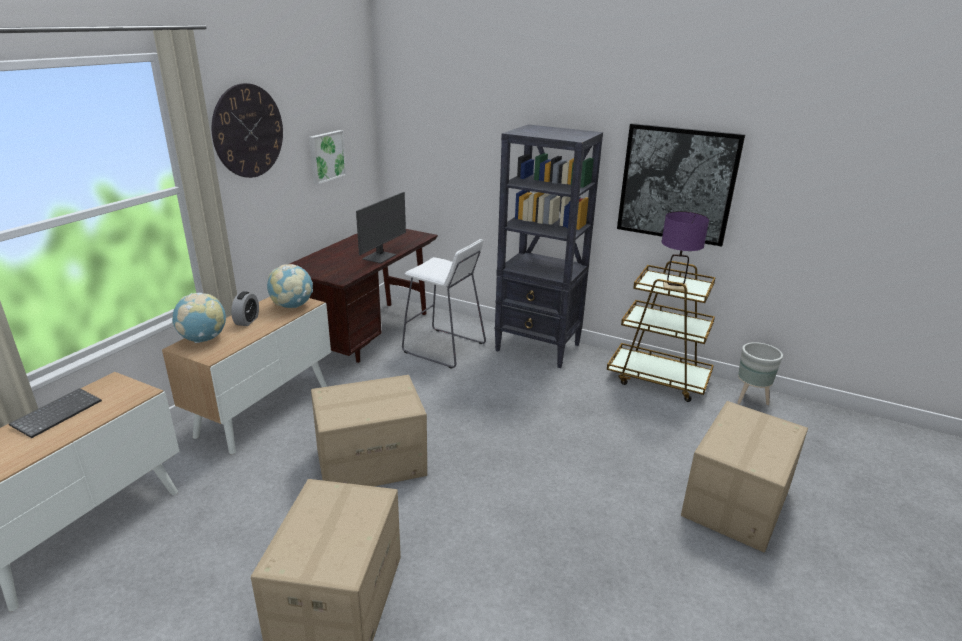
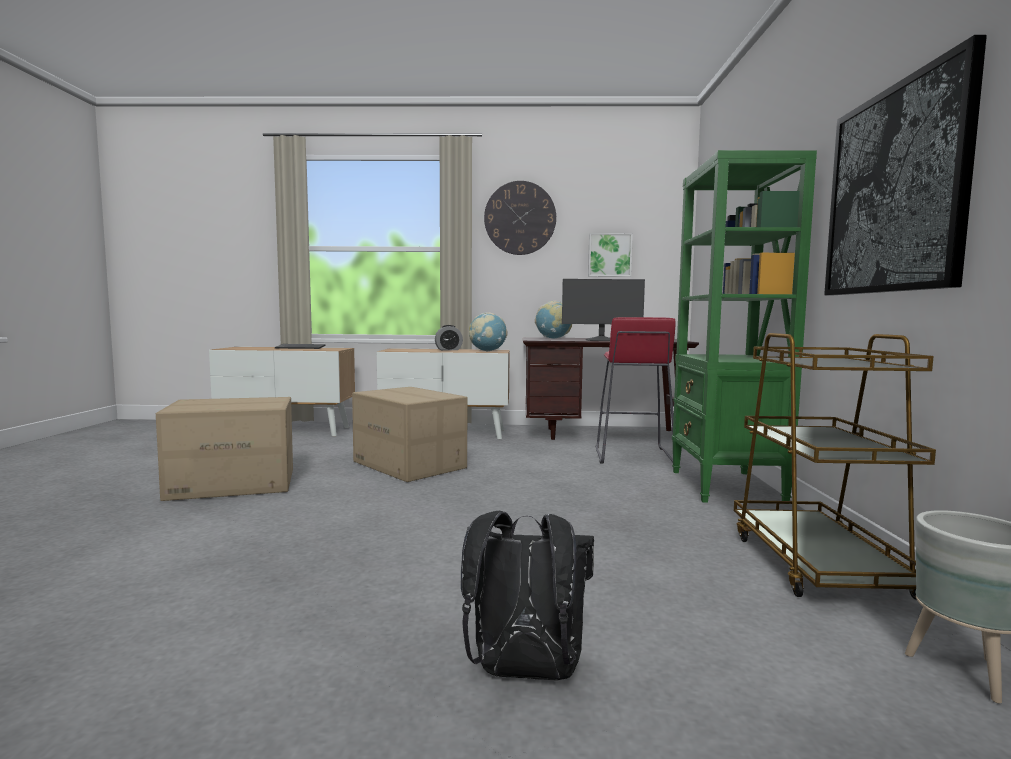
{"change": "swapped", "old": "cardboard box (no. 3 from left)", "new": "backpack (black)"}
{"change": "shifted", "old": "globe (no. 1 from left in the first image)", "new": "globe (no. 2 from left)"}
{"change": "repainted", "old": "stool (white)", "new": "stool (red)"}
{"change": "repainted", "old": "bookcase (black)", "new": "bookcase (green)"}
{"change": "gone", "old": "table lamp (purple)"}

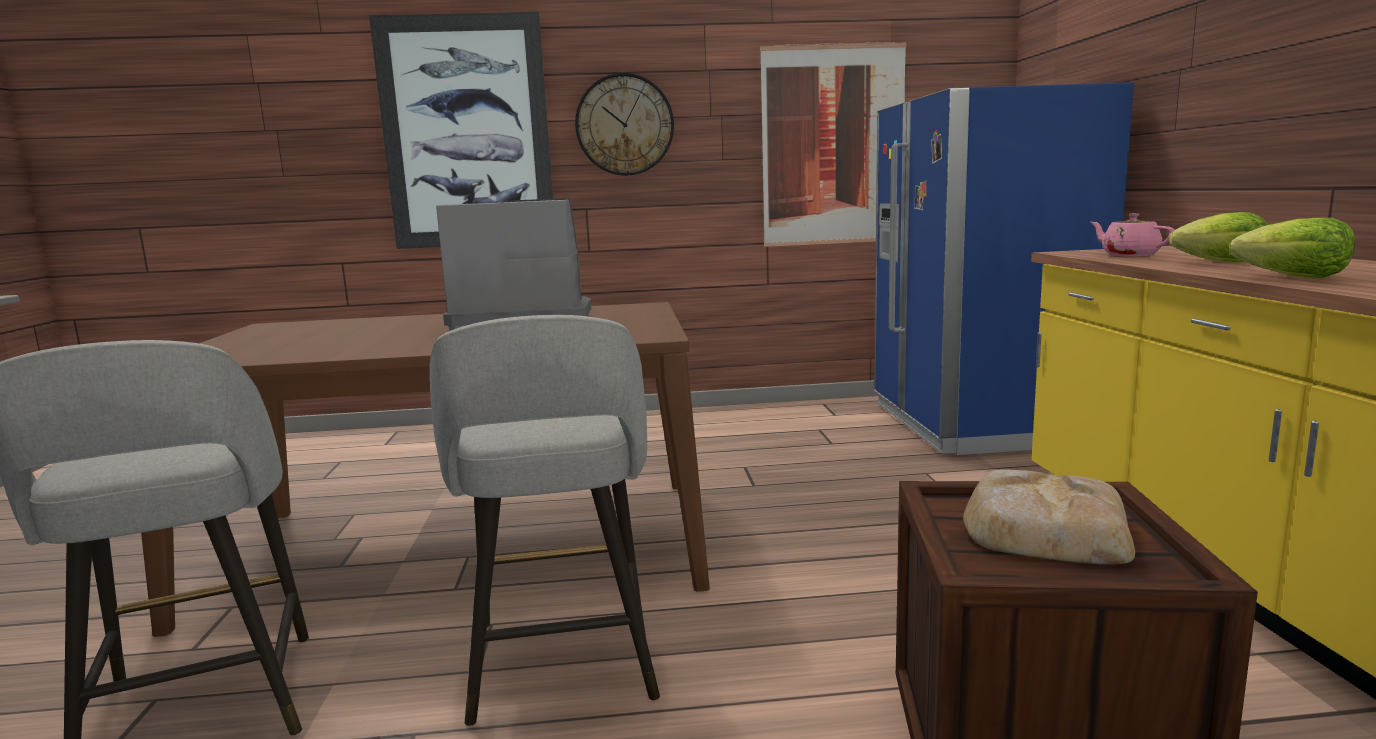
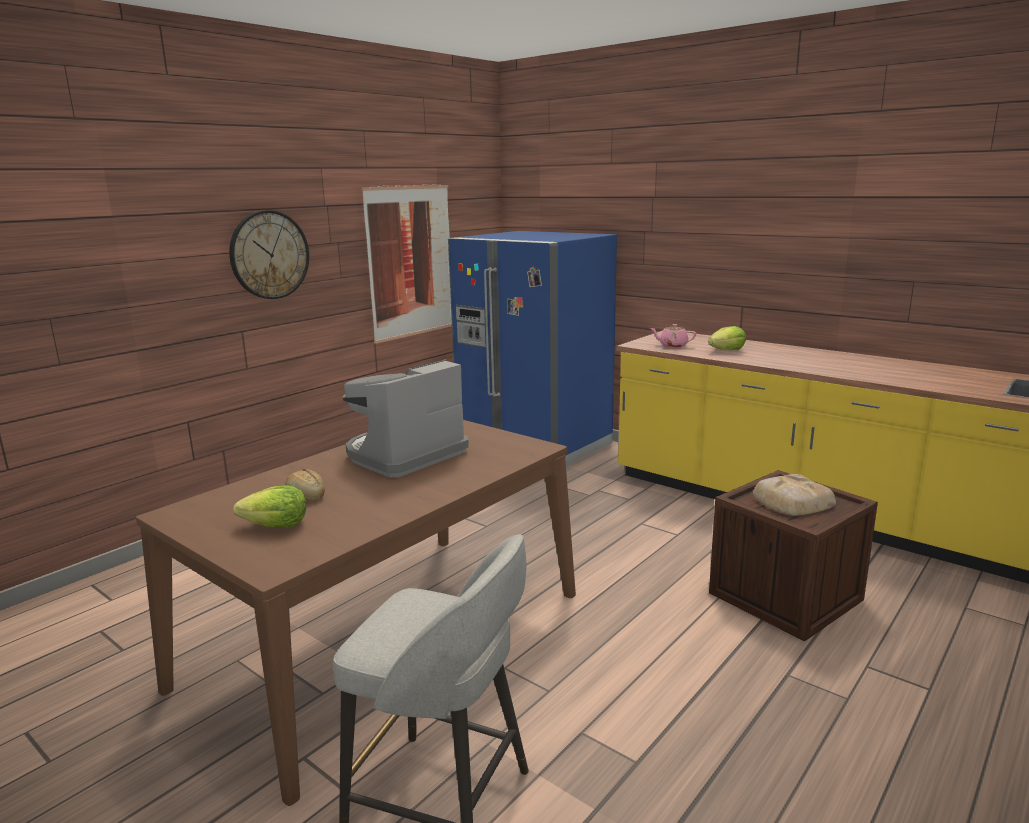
{"change": "shifted", "old": "lettuce (no. 2 from left in the first image)", "new": "lettuce (no. 1 from left)"}
{"change": "new", "new": "bread (no. 1 from left)"}
{"change": "gone", "old": "picture (no. 1 from left)"}
{"change": "gone", "old": "stool (grey) (no. 2 from left)"}

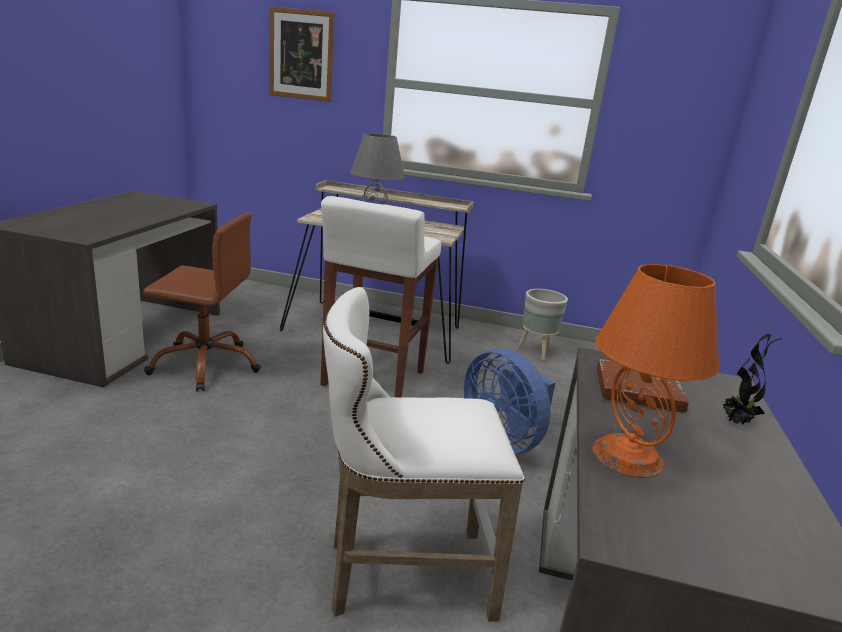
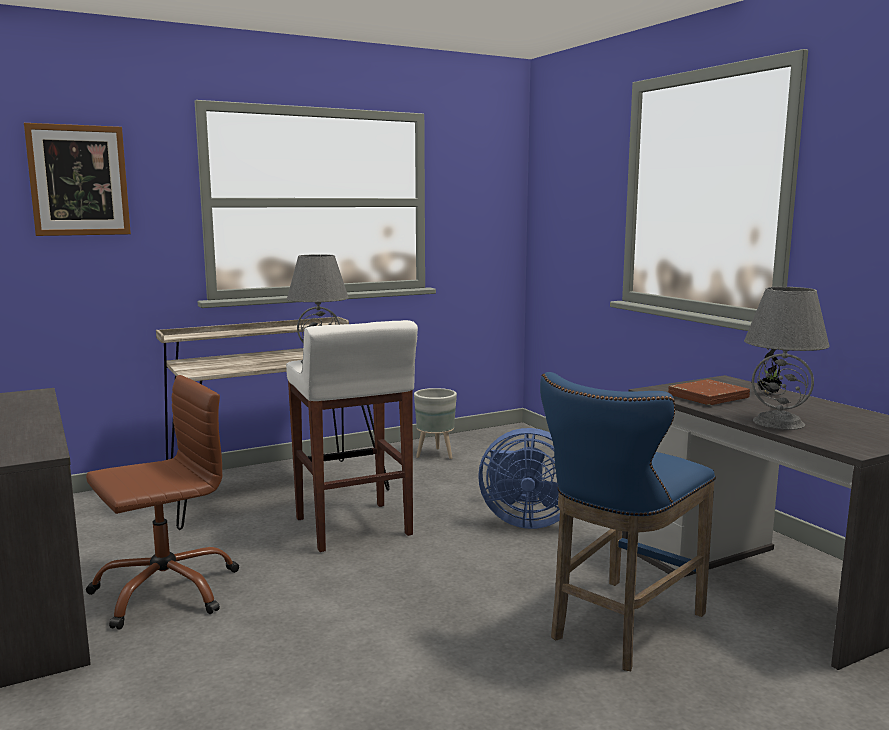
{"change": "repainted", "old": "stool (white) (no. 2 from left)", "new": "stool (blue)"}
{"change": "repainted", "old": "table lamp (orange)", "new": "table lamp (grey) (no. 2 from left)"}

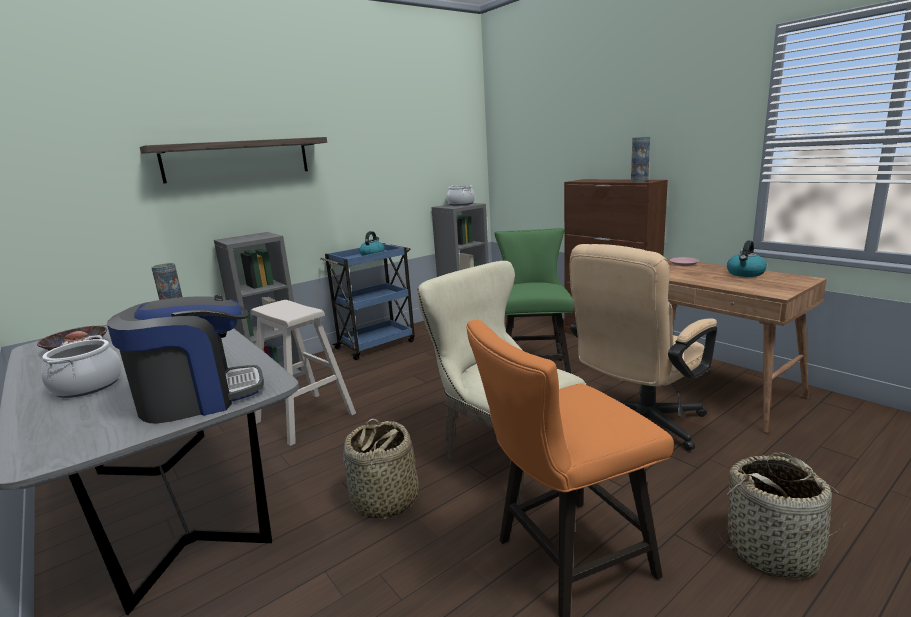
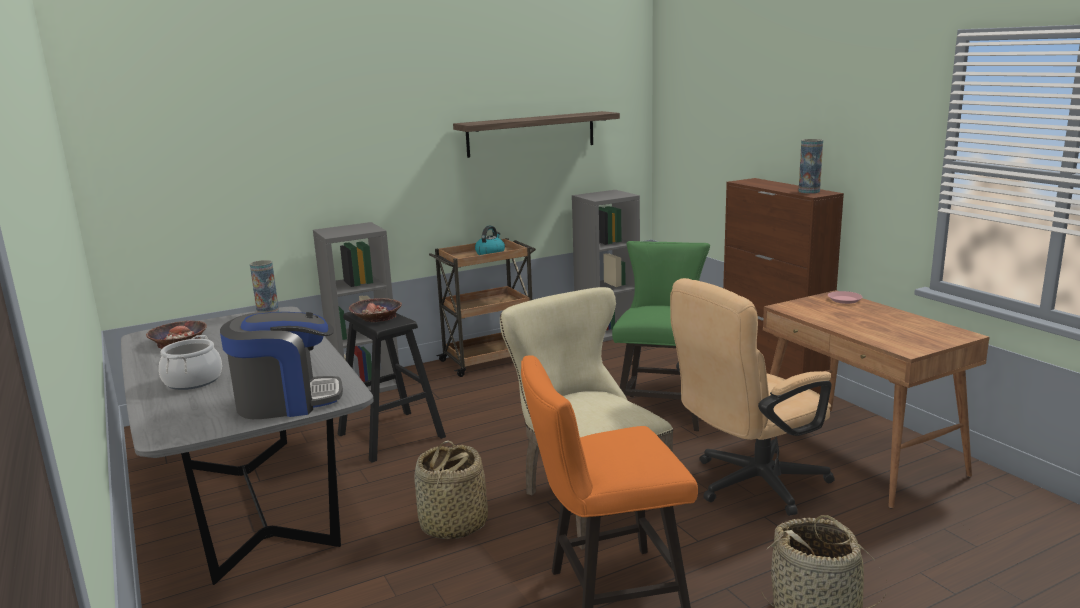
{"change": "repainted", "old": "stool (beige)", "new": "stool (black)"}
{"change": "new", "new": "bowl (no. 2 from left)"}
{"change": "repainted", "old": "cart (blue)", "new": "cart (brown)"}
{"change": "shifted", "old": "shelf"}
{"change": "gone", "old": "cooking pot (no. 2 from left)"}
{"change": "gone", "old": "kettle (no. 2 from left)"}

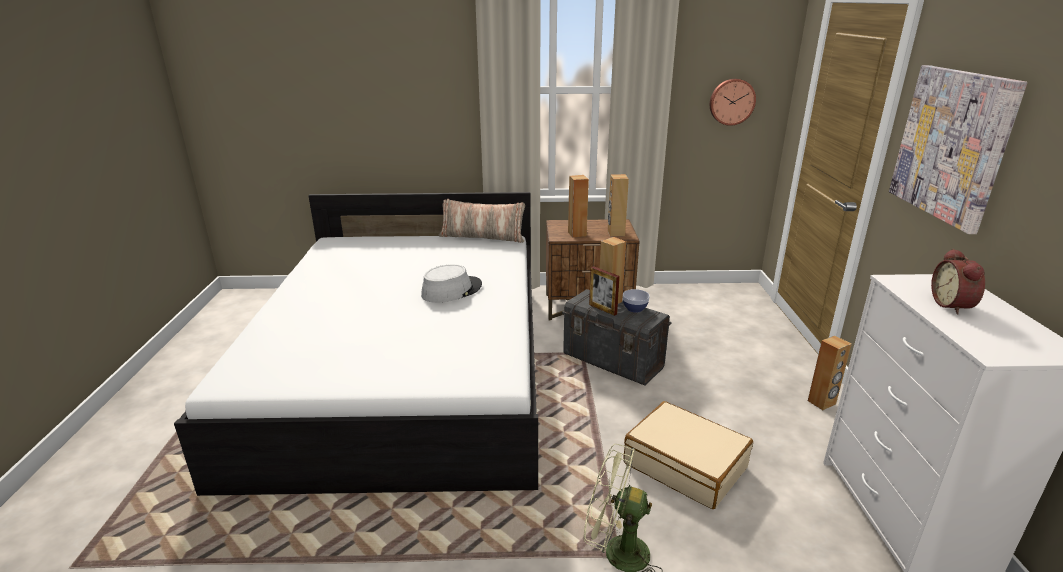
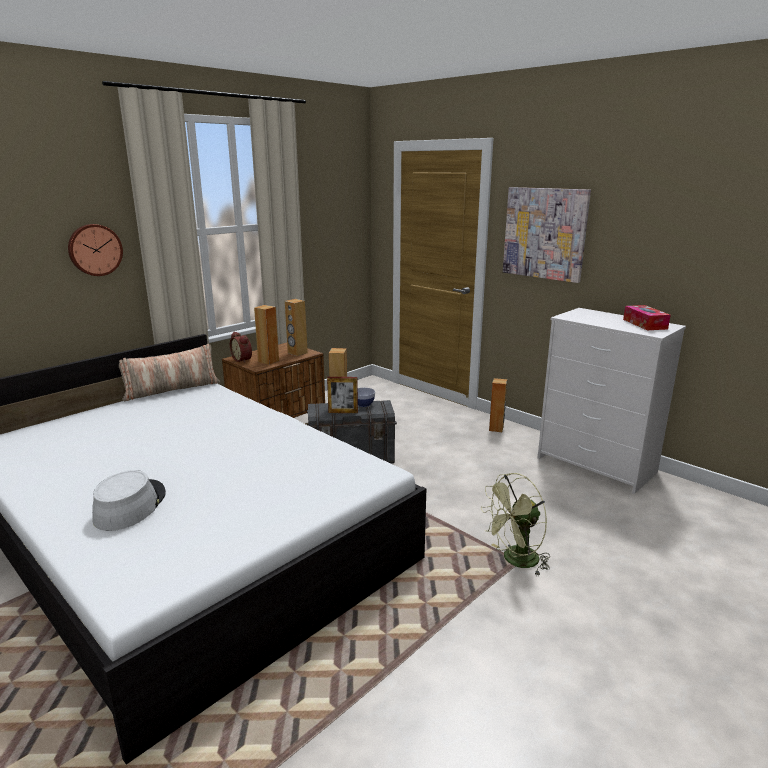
{"change": "shifted", "old": "wall clock"}
{"change": "shifted", "old": "hat (grey)"}
{"change": "shifted", "old": "alarm clock"}
{"change": "new", "new": "tissue box"}
{"change": "gone", "old": "suitcase (beige)"}

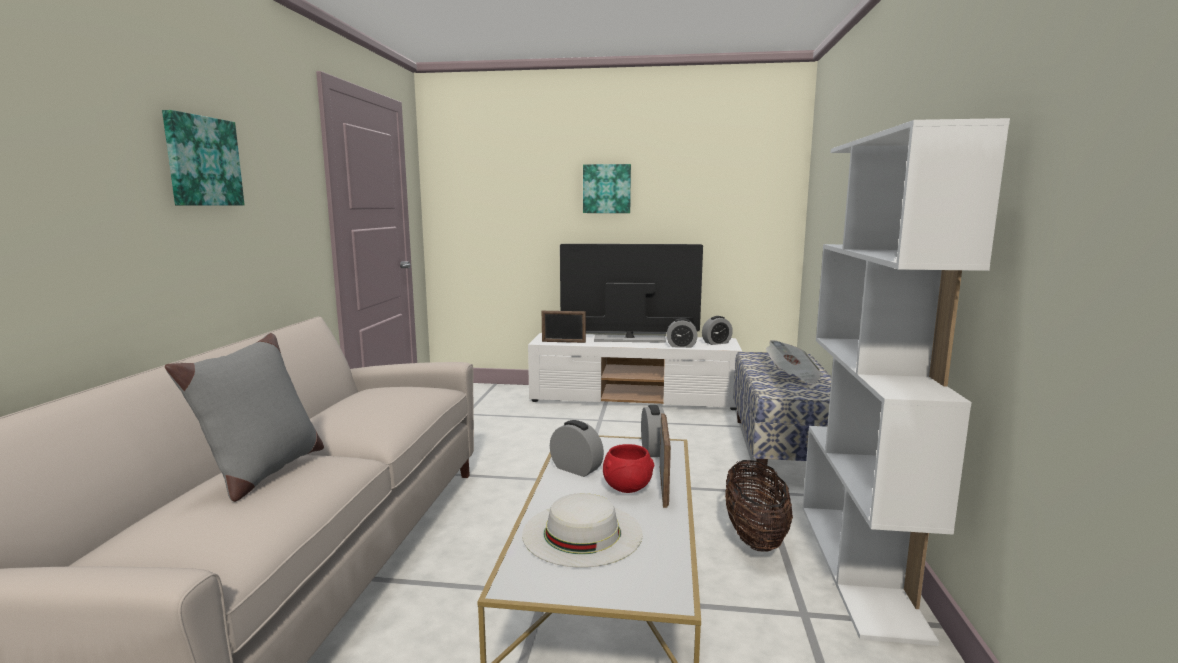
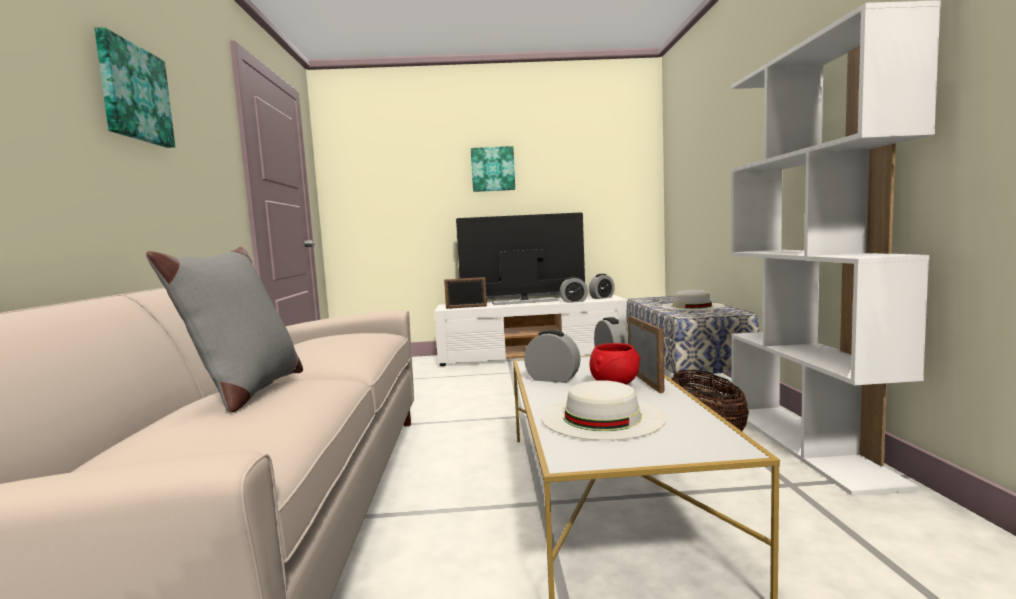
{"change": "swapped", "old": "newspaper", "new": "hat (white) (no. 2 from left)"}

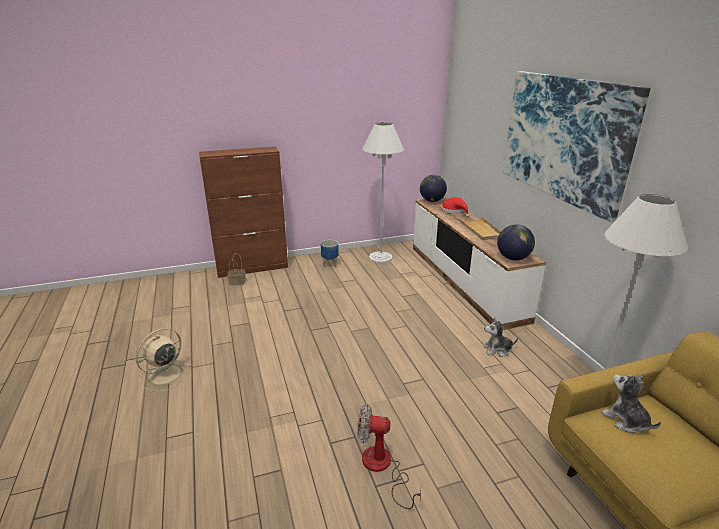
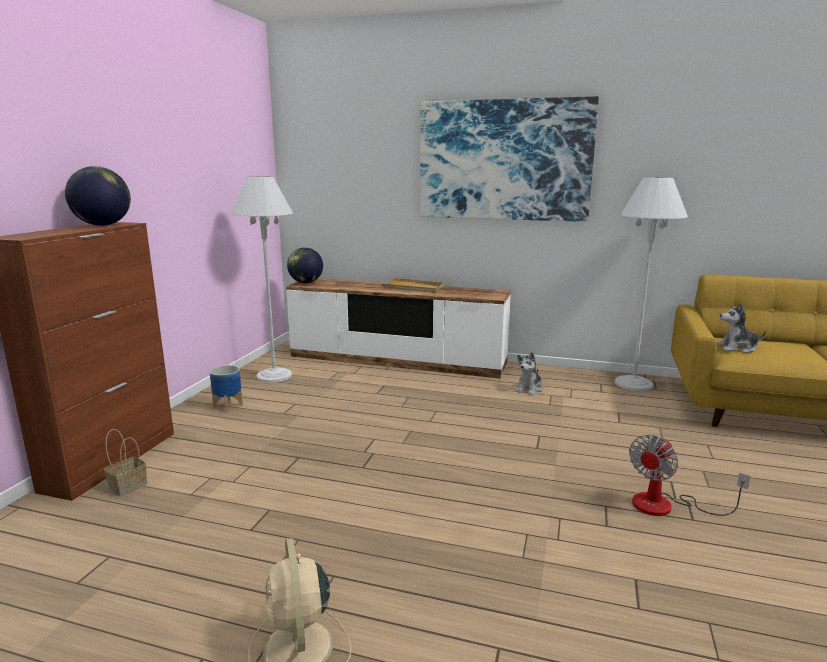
{"change": "shifted", "old": "globe (no. 2 from left in the first image)", "new": "globe (no. 1 from left)"}
{"change": "gone", "old": "hat (red)"}

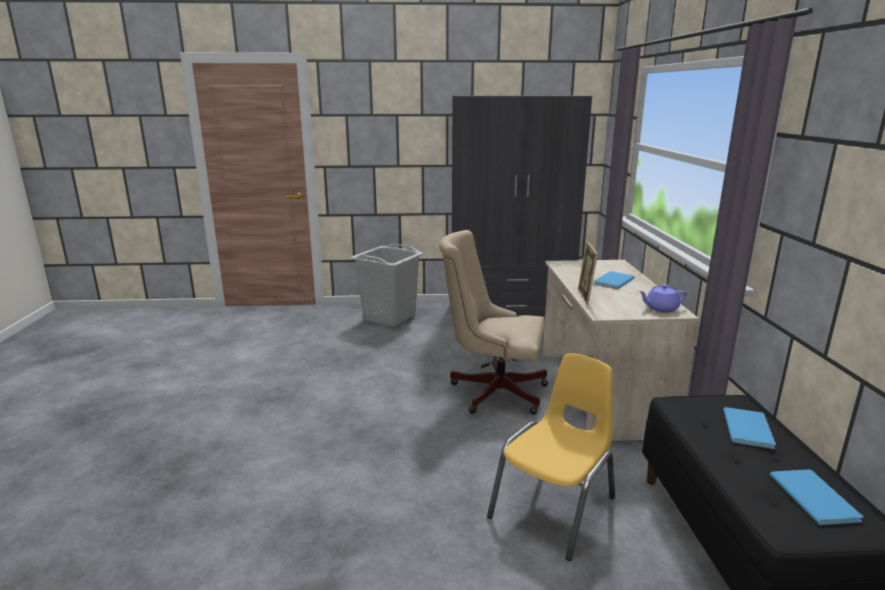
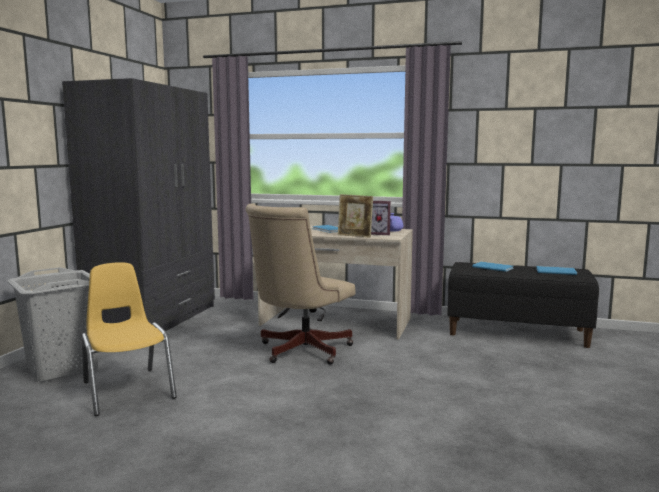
{"change": "shifted", "old": "chair (yellow)"}
{"change": "new", "new": "picture frame (no. 2 from left)"}

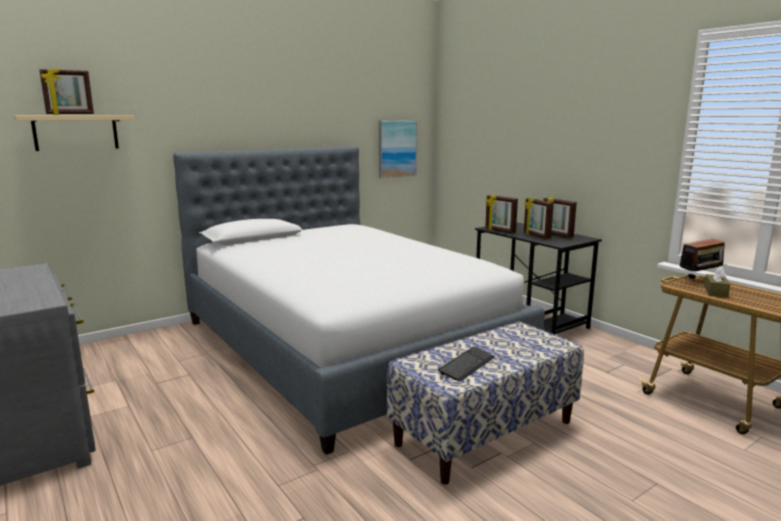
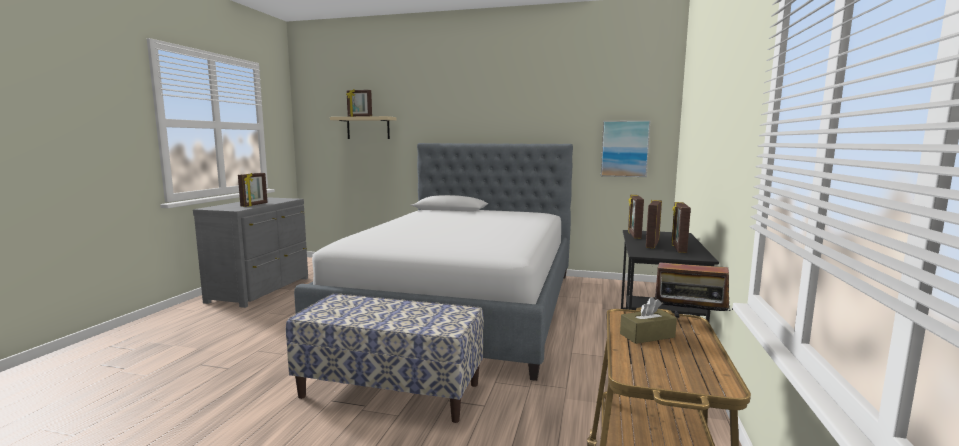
{"change": "new", "new": "picture frame (no. 1 from left)"}
{"change": "gone", "old": "keyboard"}

